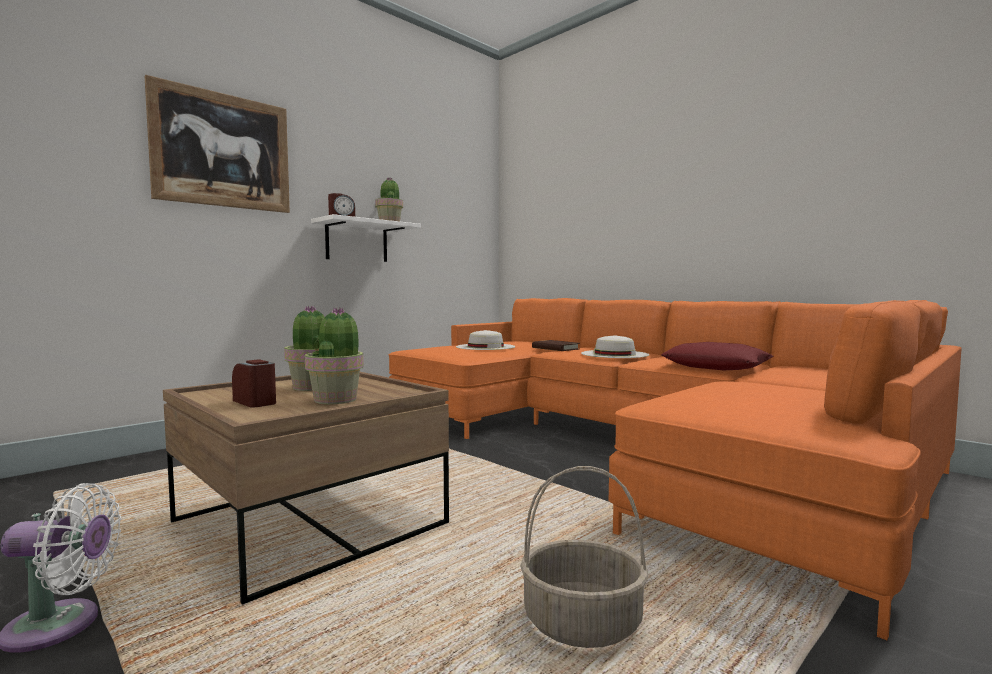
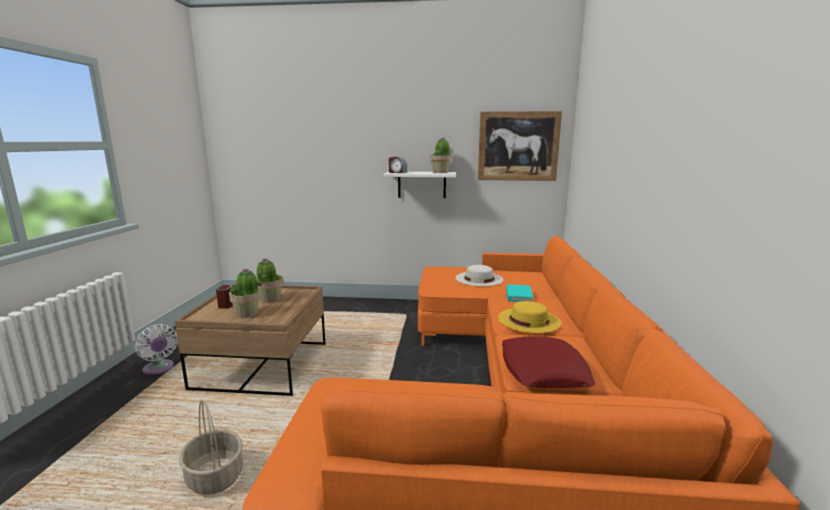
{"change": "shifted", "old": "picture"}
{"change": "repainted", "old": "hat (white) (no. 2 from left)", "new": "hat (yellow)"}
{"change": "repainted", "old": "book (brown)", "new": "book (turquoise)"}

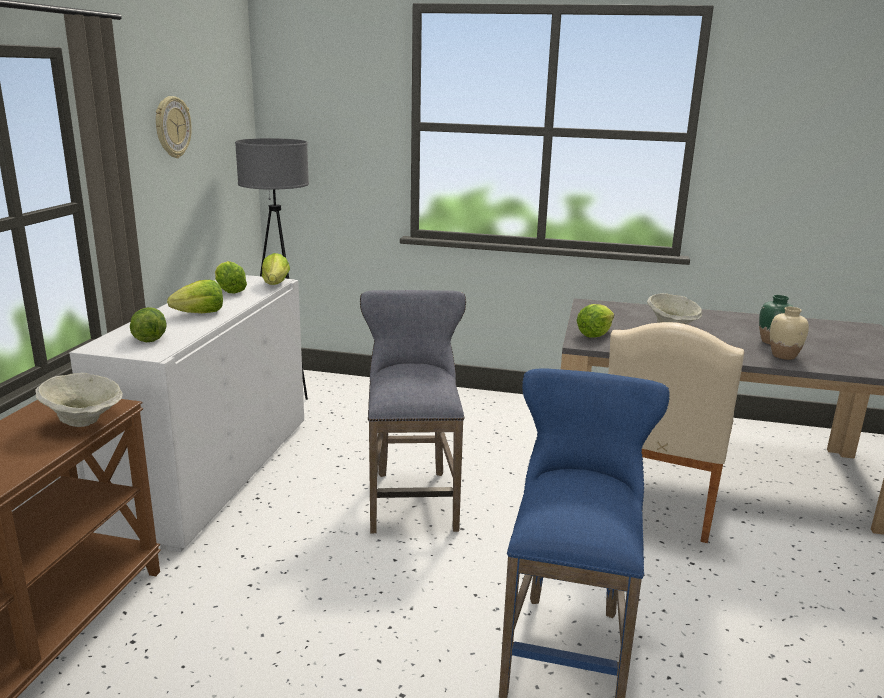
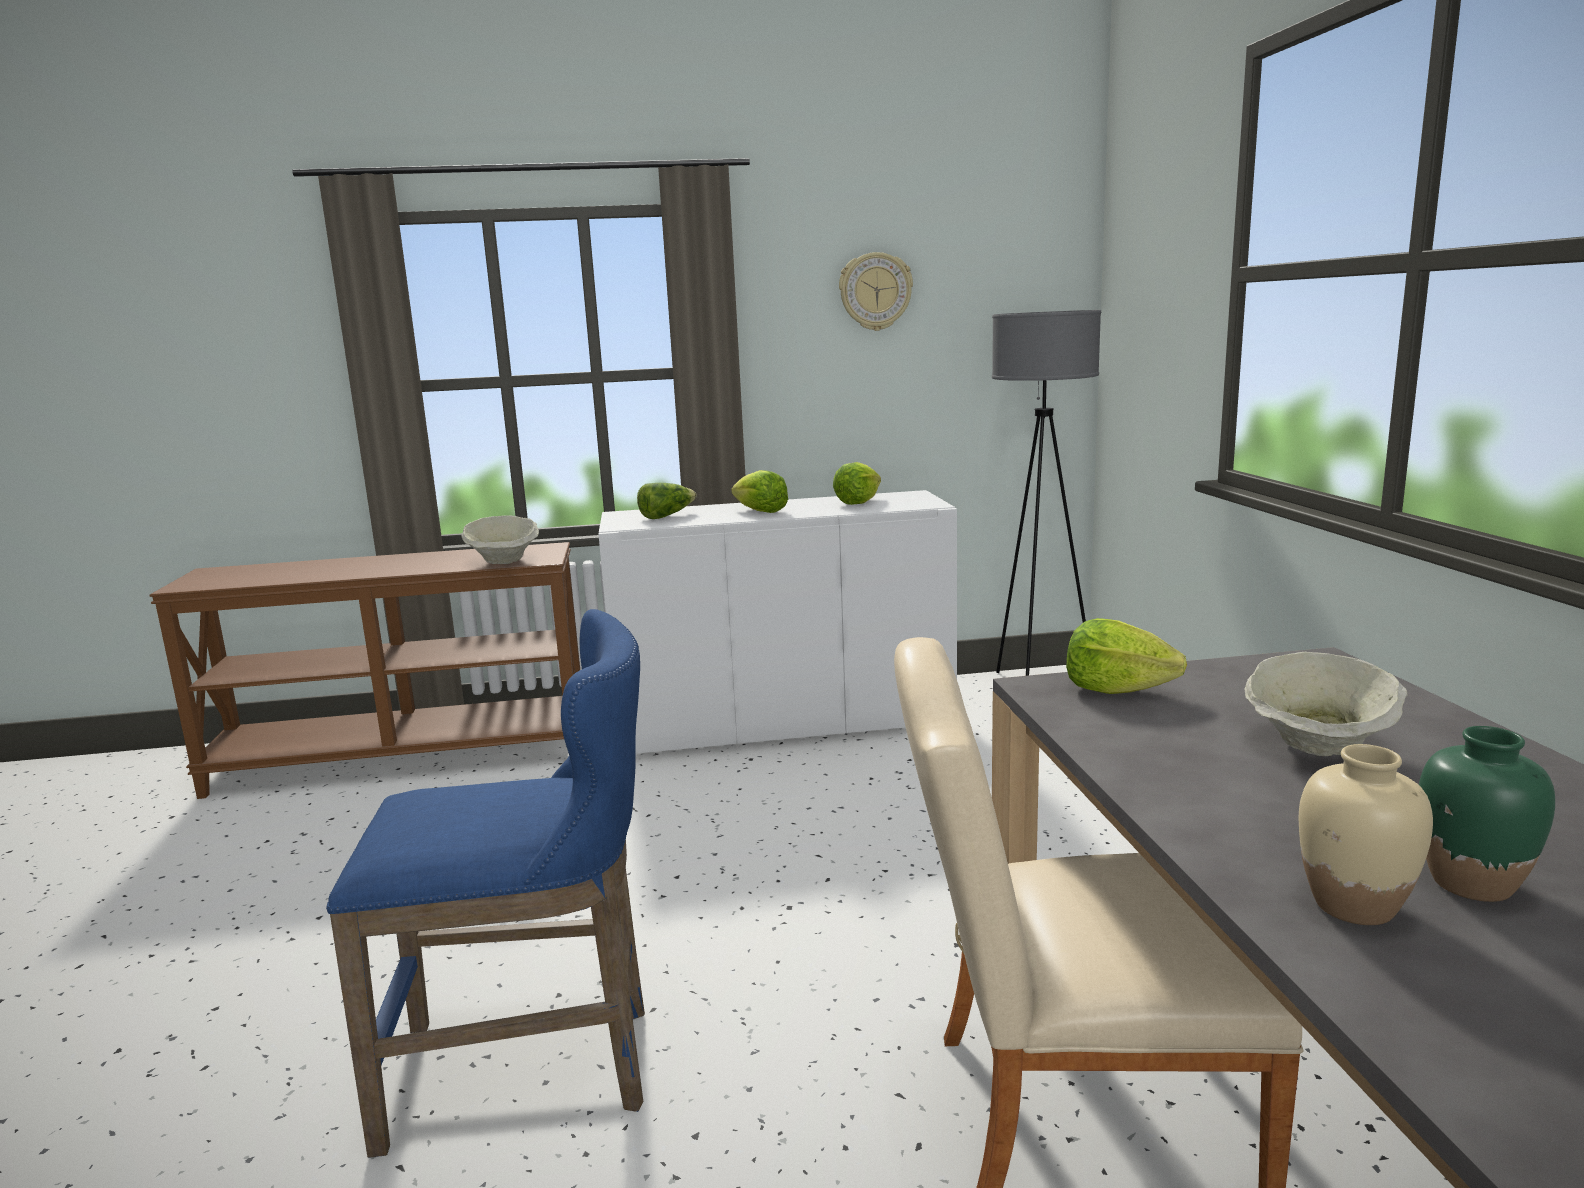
{"change": "gone", "old": "lettuce (no. 4 from left)"}
{"change": "gone", "old": "stool (grey)"}

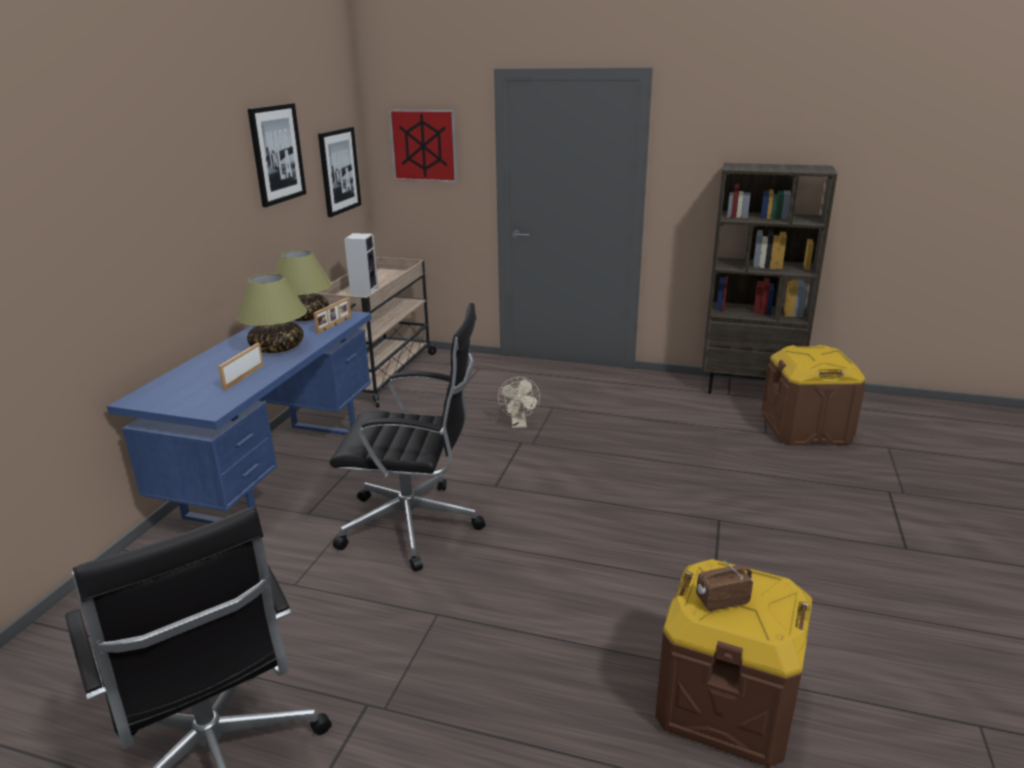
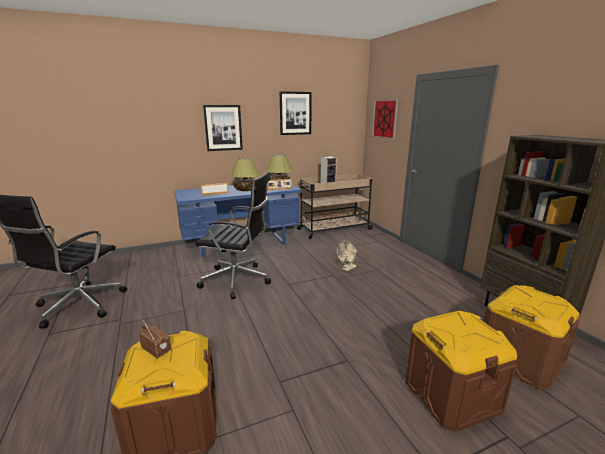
{"change": "rotated", "old": "office chair (black) (no. 2 from left)", "degrees": -45}
{"change": "shifted", "old": "picture (no. 2 from left in the first image)", "new": "picture (no. 1 from left)"}
{"change": "new", "new": "storage box (brown) (no. 2 from left)"}

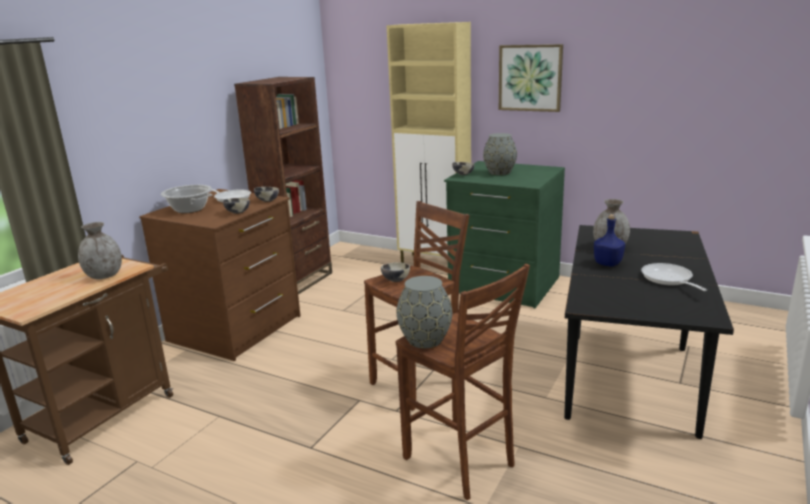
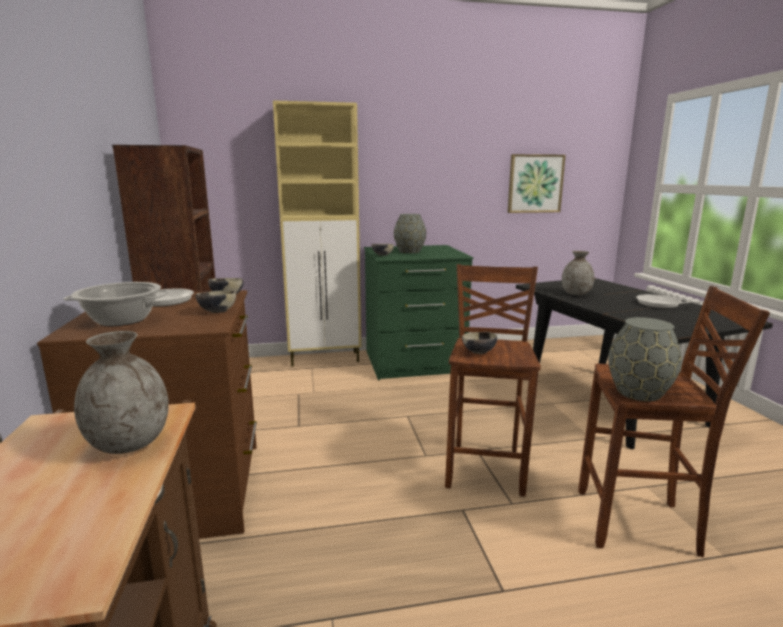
{"change": "shifted", "old": "picture"}
{"change": "gone", "old": "bottle (blue)"}

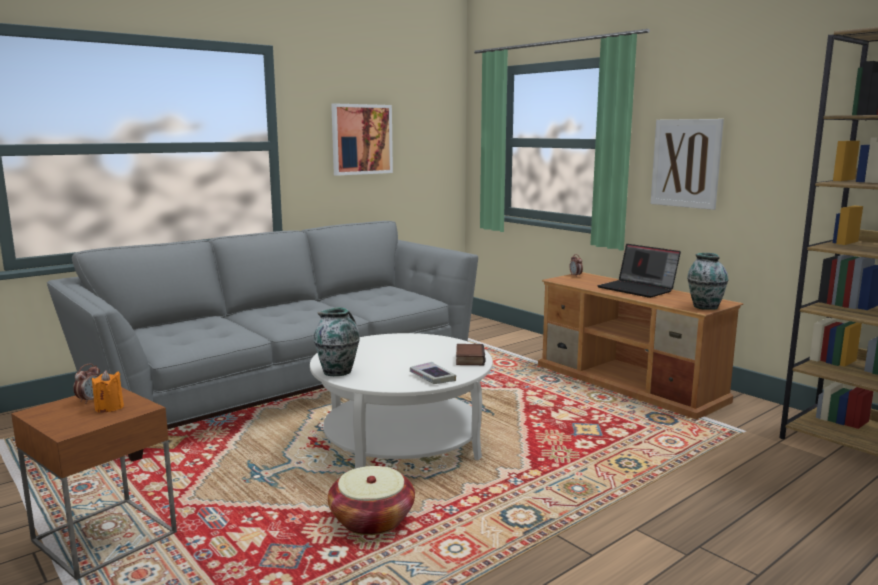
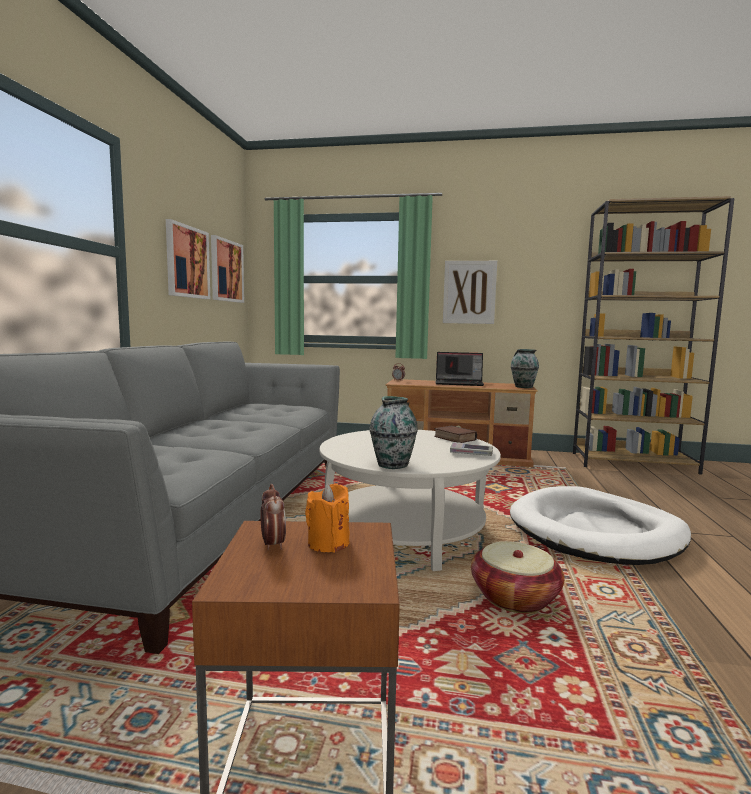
{"change": "new", "new": "picture (no. 2 from left)"}
{"change": "new", "new": "dog bed (white)"}

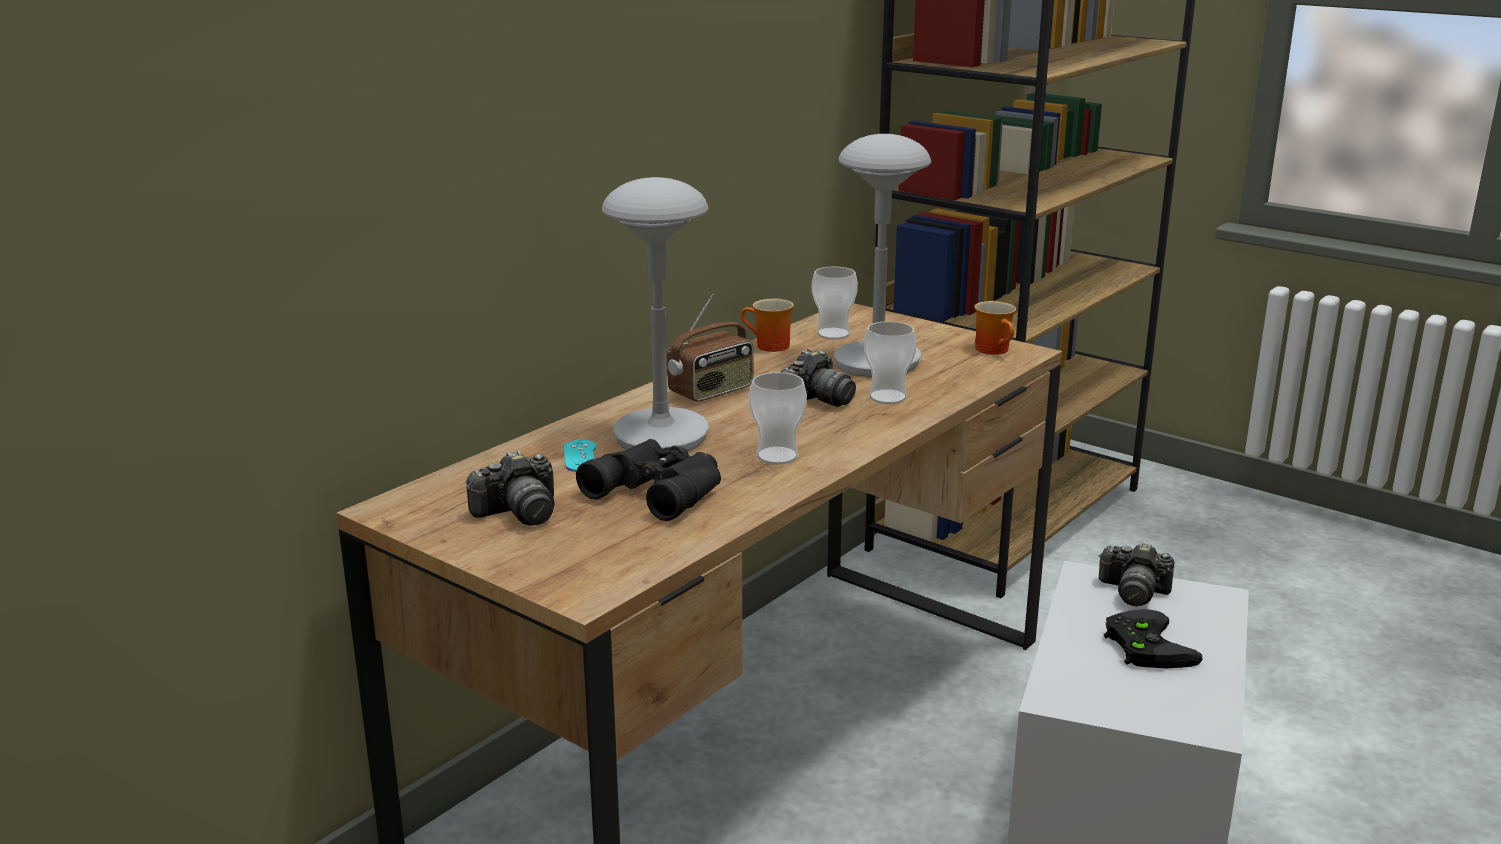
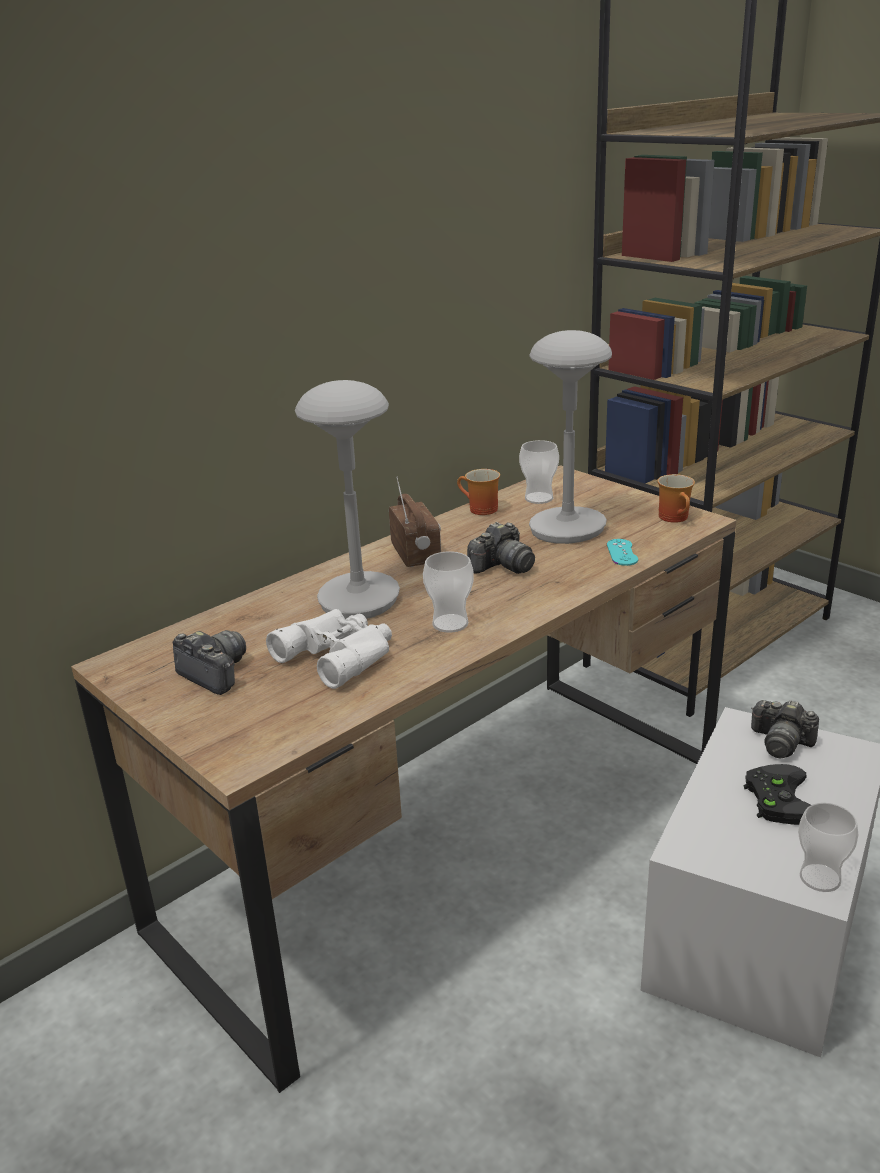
{"change": "rotated", "old": "photo camera (no. 1 from left)", "degrees": -120}
{"change": "repainted", "old": "binoculars (black)", "new": "binoculars (white)"}
{"change": "rotated", "old": "radio", "degrees": -75}
{"change": "shifted", "old": "game controller (turquoise)"}
{"change": "shifted", "old": "cup (no. 3 from left)"}

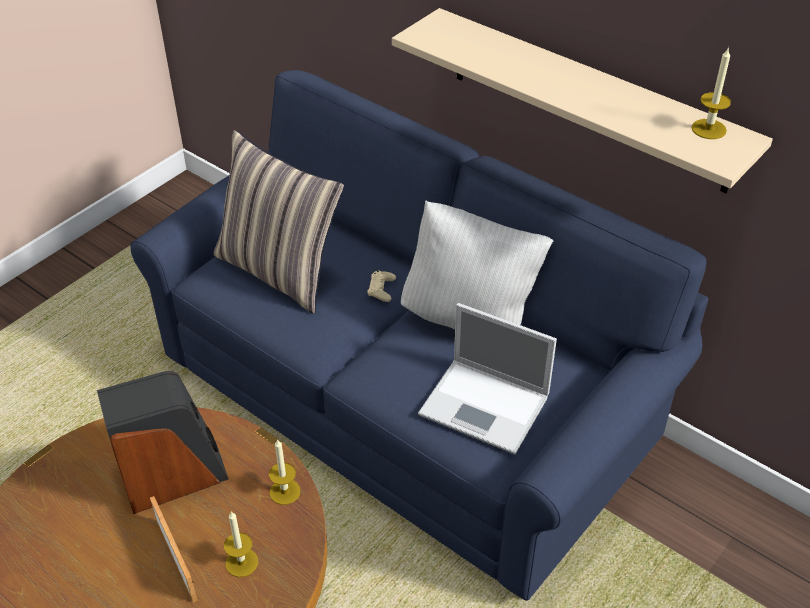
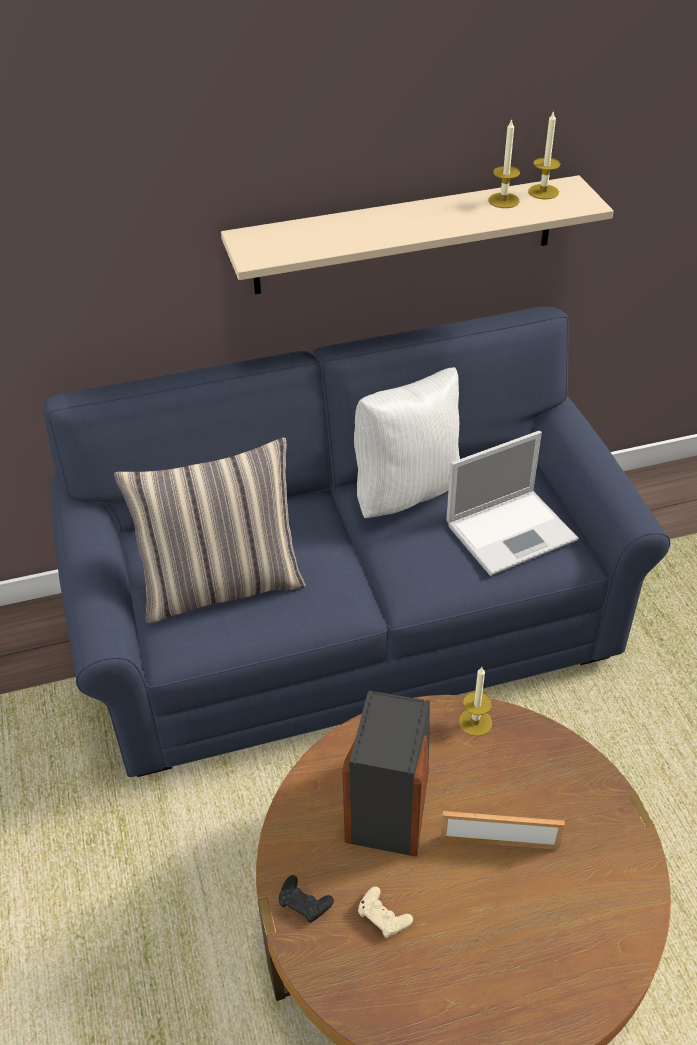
{"change": "new", "new": "game controller (black)"}
{"change": "shifted", "old": "game controller (beige)"}
{"change": "shifted", "old": "candle (no. 1 from left in the first image)", "new": "candle (no. 2 from left)"}

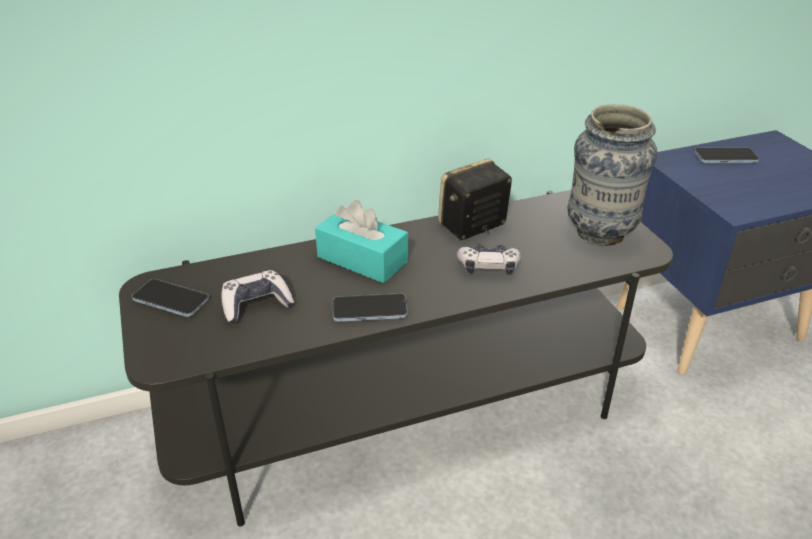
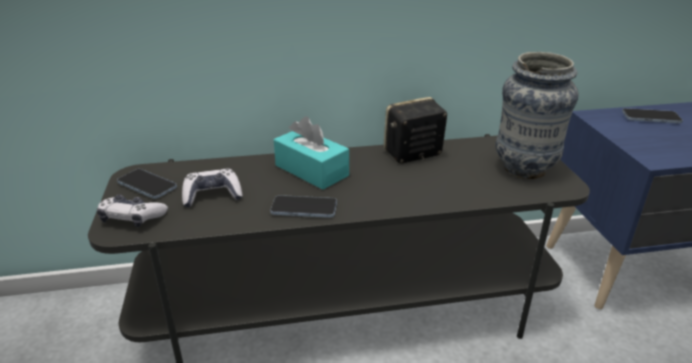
{"change": "shifted", "old": "game controller (no. 2 from left in the first image)", "new": "game controller (no. 1 from left)"}

